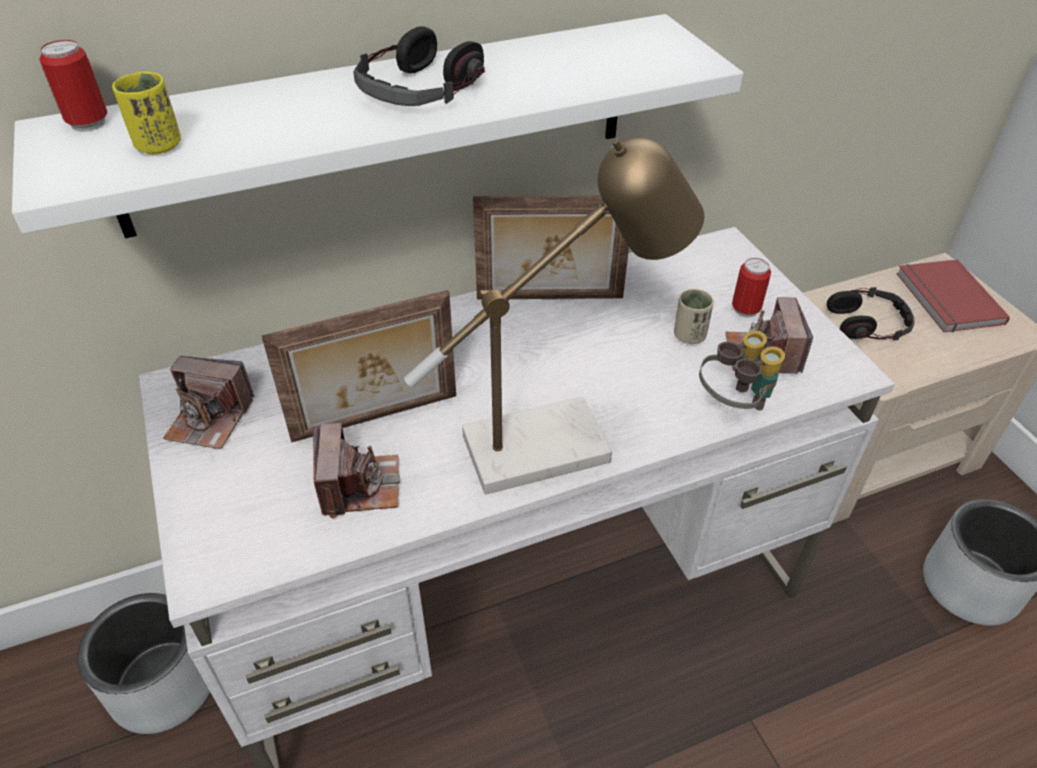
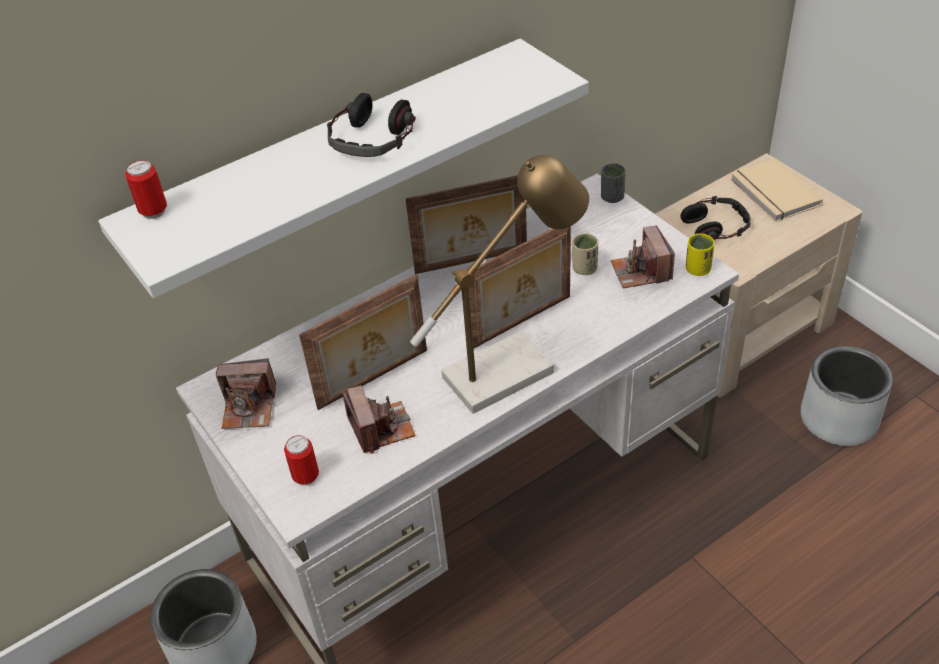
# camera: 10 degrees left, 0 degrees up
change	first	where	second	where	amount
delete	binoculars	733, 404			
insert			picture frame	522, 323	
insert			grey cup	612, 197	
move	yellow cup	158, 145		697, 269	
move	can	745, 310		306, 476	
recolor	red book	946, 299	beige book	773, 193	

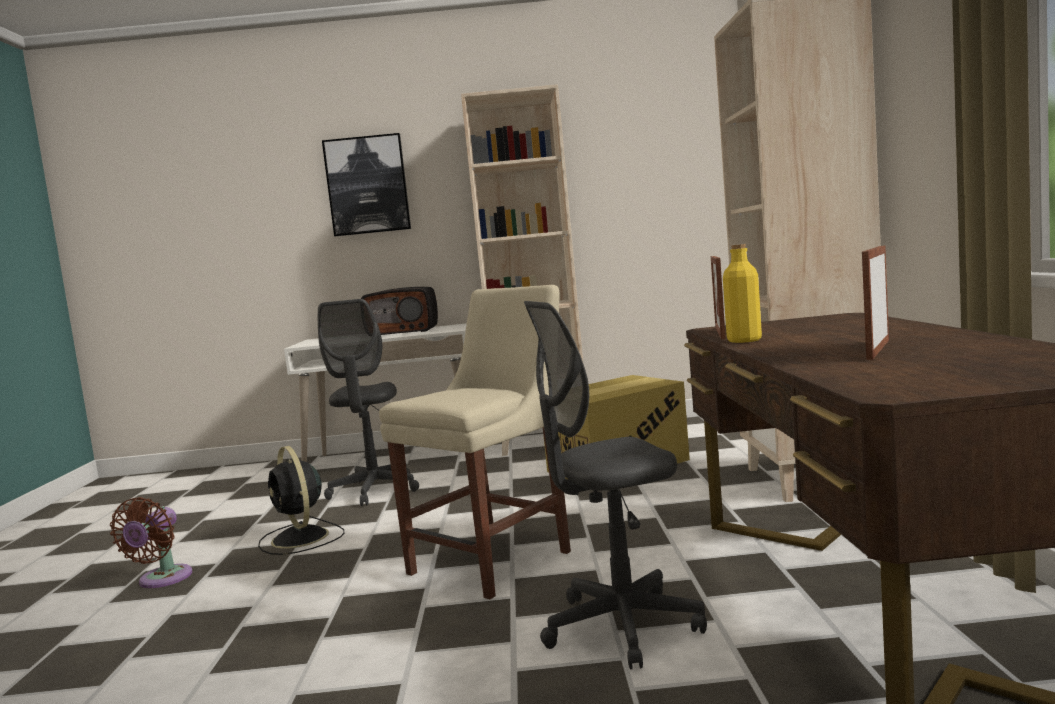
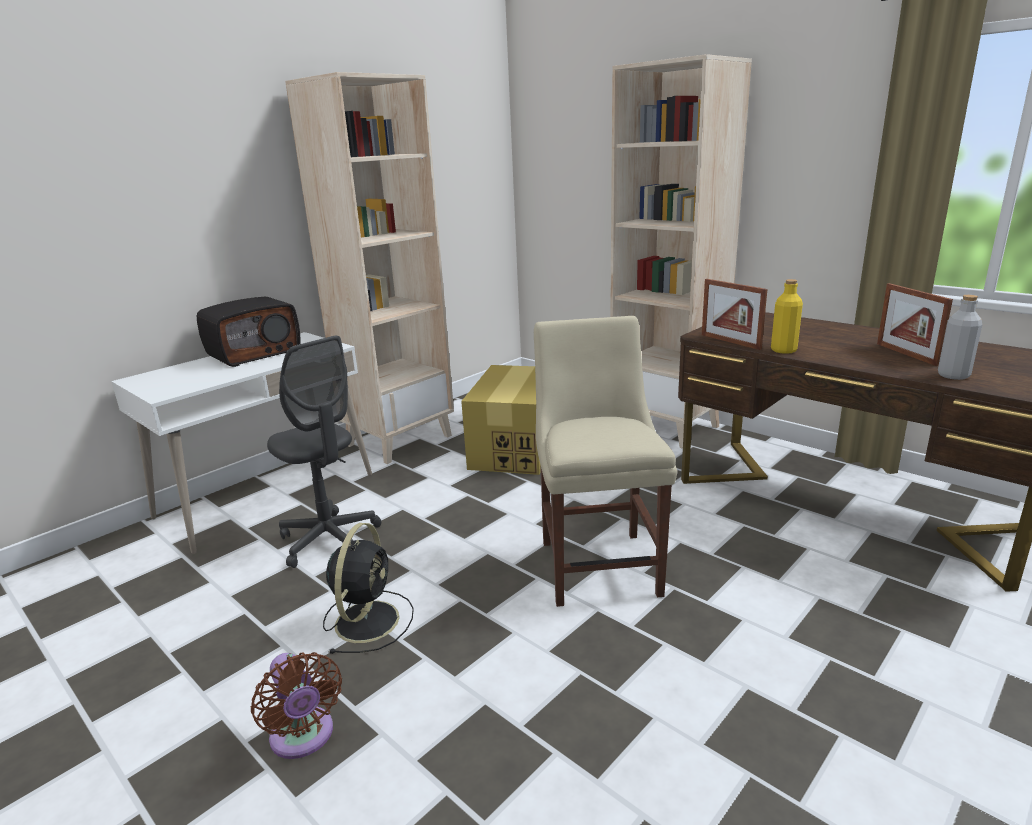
# camera: 45 degrees left, 15 degrees up
change	first	where	second	where	amount
delete	picture	367, 185			
delete	grey office chair	621, 627			
insert			grey bottle	953, 375	
rotate	black fan	301, 538		368, 619	90 degrees counterclockwise

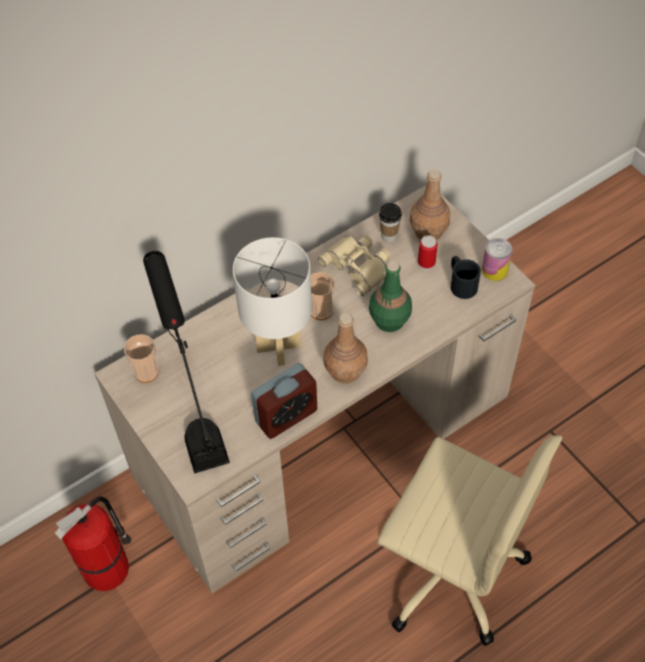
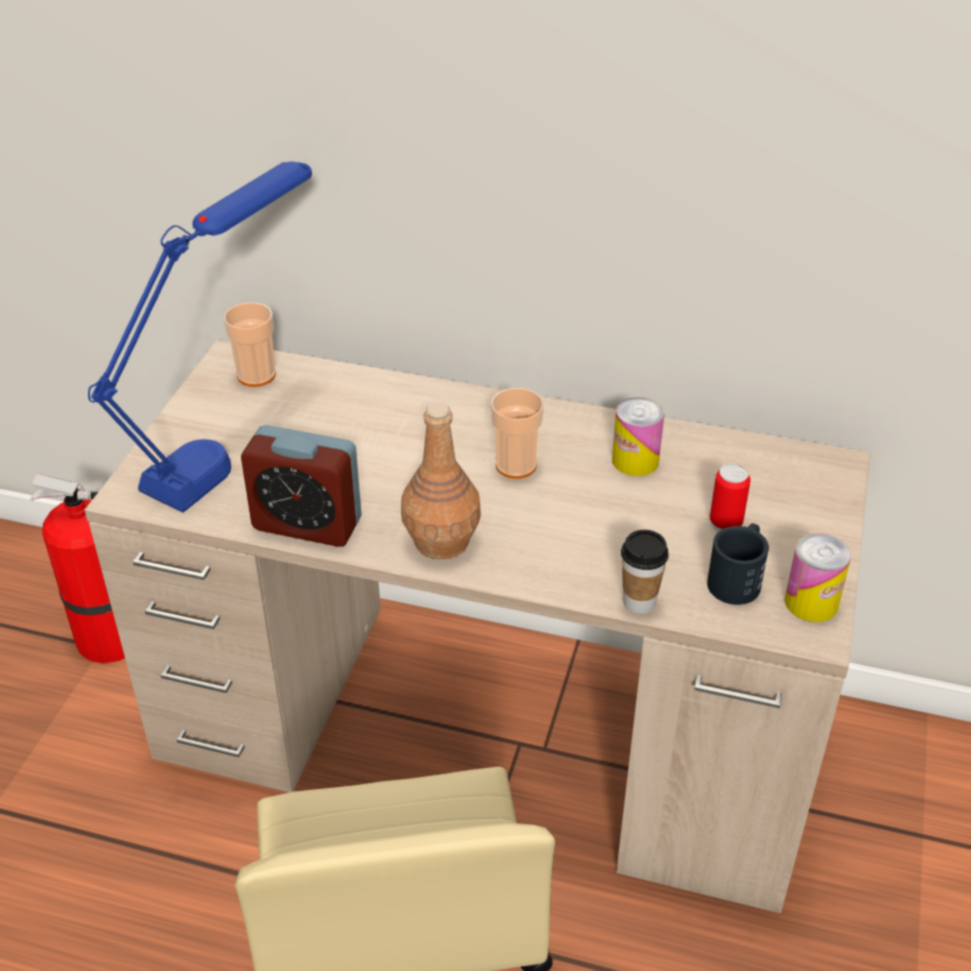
# camera: 50 degrees right, 15 degrees down
change	first	where	second	where	amount
delete	white table lamp	278, 347			
delete	green bottle	389, 320			
delete	brown bottle	428, 231			
move	cup	389, 236		639, 602	
replace	beige binoculars	359, 265	can	635, 461	
recolor	black table lamp	195, 415	blue table lamp	231, 446	

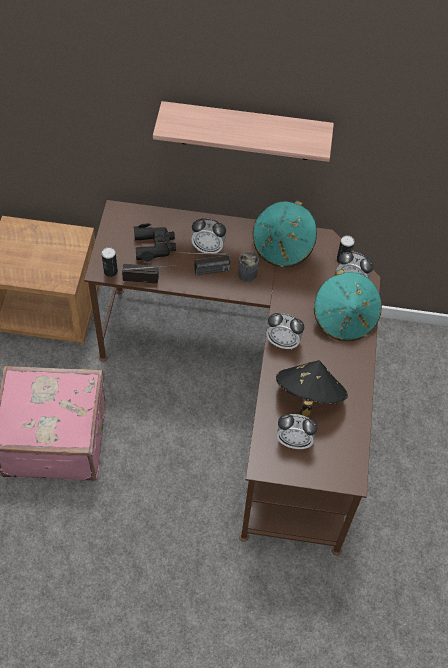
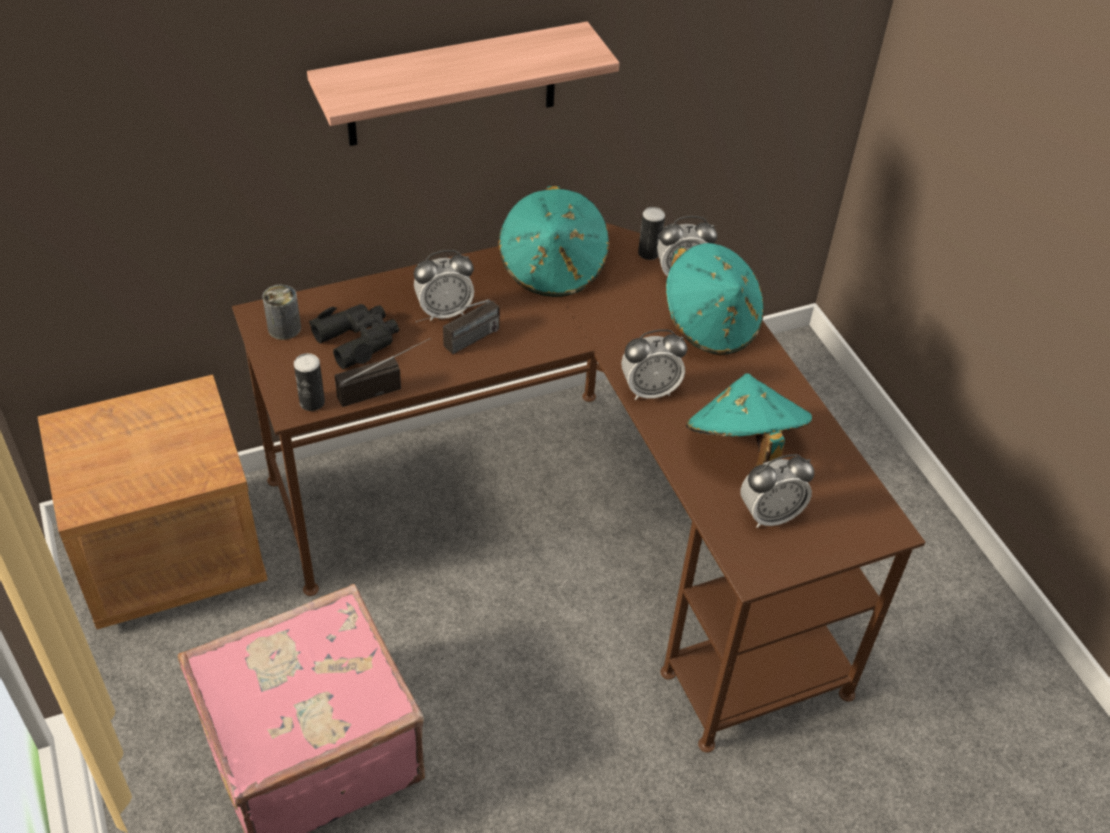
# camera: 30 degrees left, 10 degrees down
change	first	where	second	where	amount
move	can	247, 274		284, 328	
recolor	black hat	308, 397	turquoise hat	742, 448	

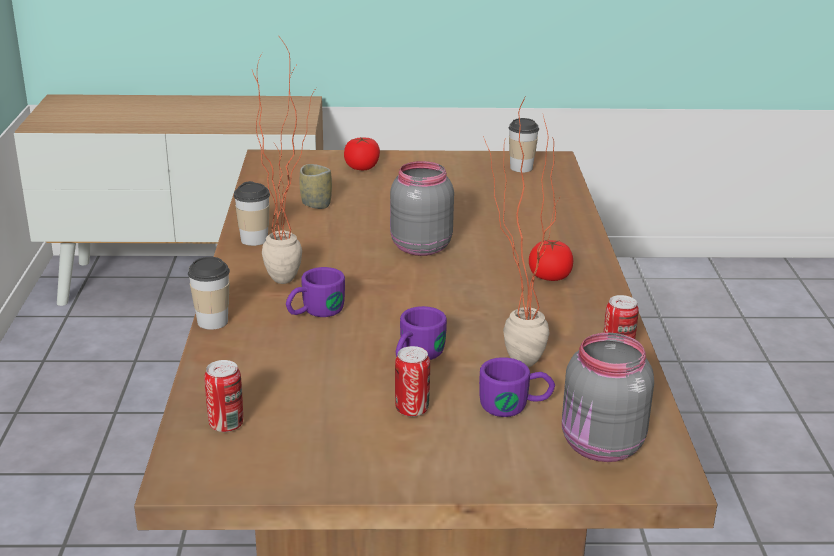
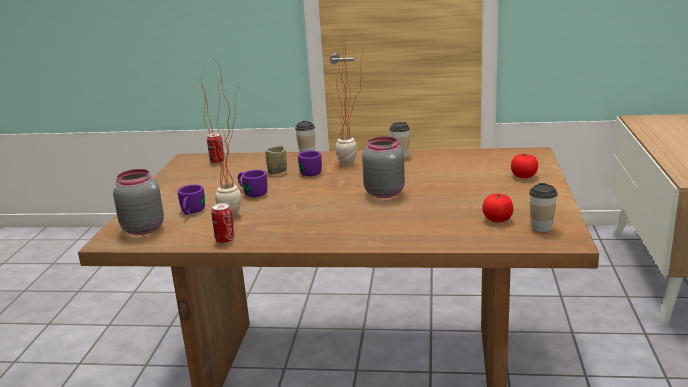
# camera: 100 degrees right, 5 degrees down
change	first	where	second	where	amount
delete	can	412, 409			
move	cup	316, 204		277, 172	
move	tomato	549, 277		497, 219	

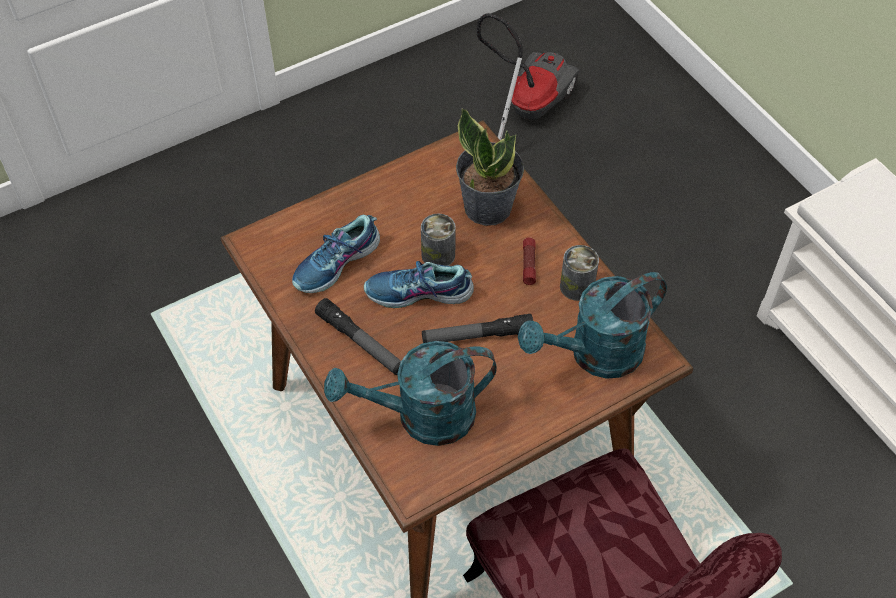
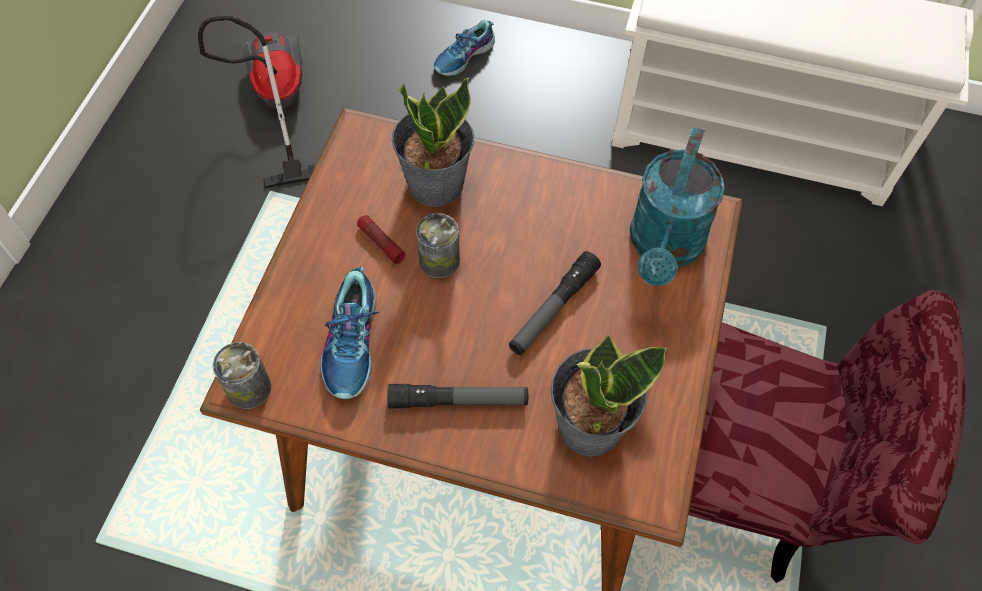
# camera: 45 degrees left, 5 degrees up
change	first	where	second	where	amount
move	shoe	419, 293		464, 57	
move	flashlight	528, 264		381, 243	
move	can	577, 286		249, 388	
replace	turquoise watering can	422, 417	potted plant	588, 424	

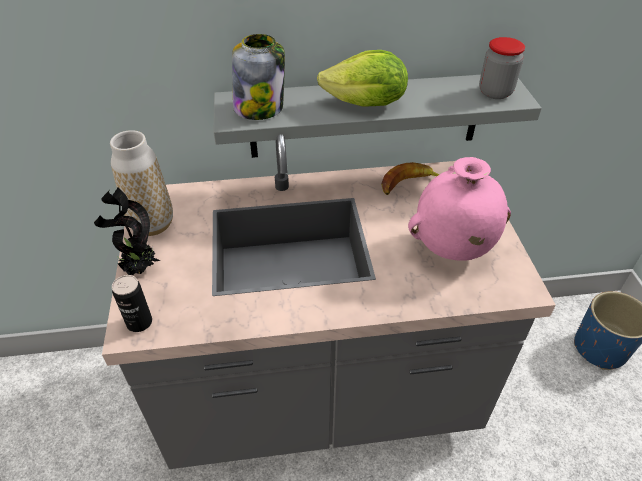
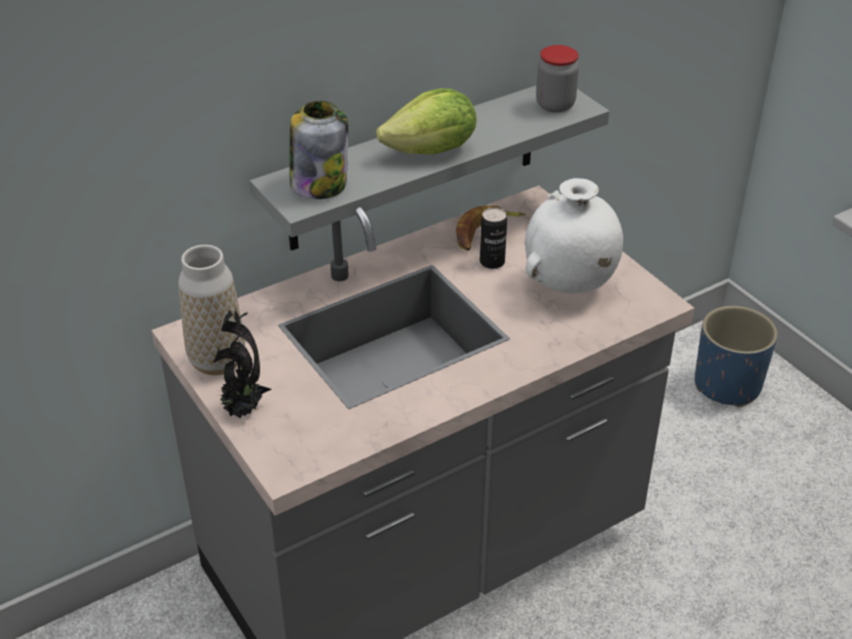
# camera: 25 degrees left, 5 degrees down
change	first	where	second	where	amount
move	can	139, 322		492, 262	
recolor	pink vase	451, 249	white vase	569, 286	

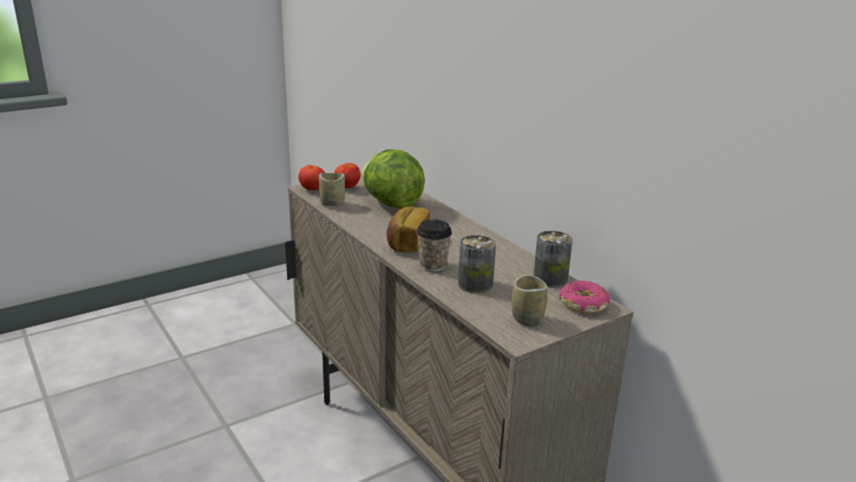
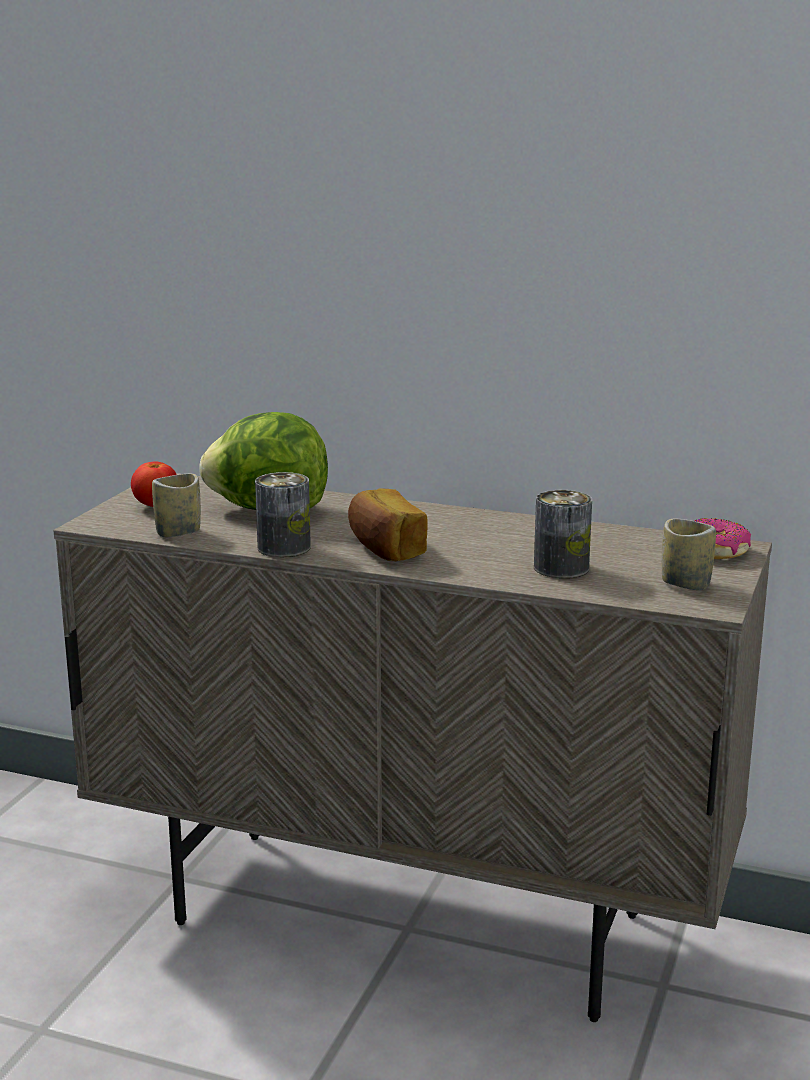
# camera: 35 degrees left, 5 degrees down
change	first	where	second	where	amount
delete	tomato	312, 189			
delete	cup	433, 265			
move	can	550, 279		284, 547	

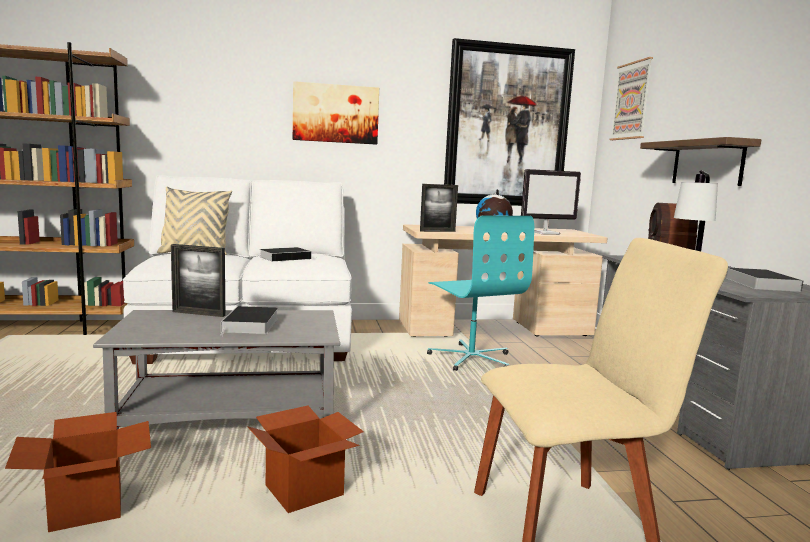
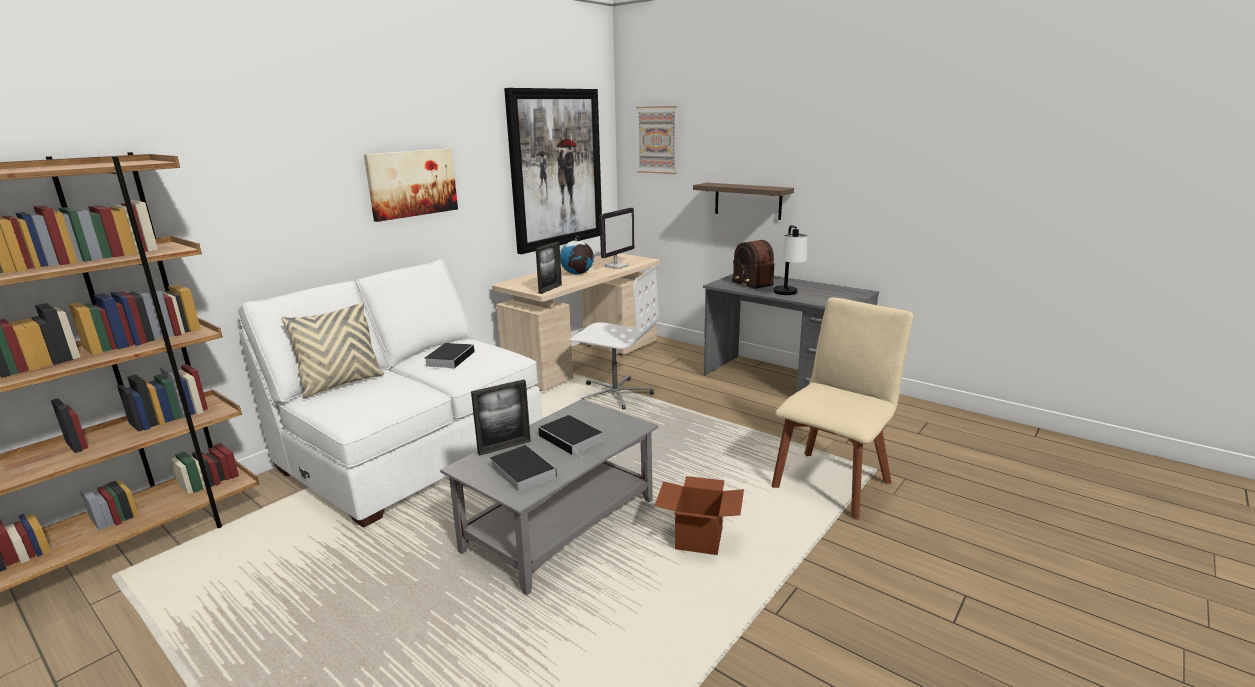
# camera: 40 degrees left, 10 degrees up
change	first	where	second	where	amount
delete	cardboard box	86, 508			
move	book	759, 284		521, 471	
recolor	turquoise office chair	471, 358	white office chair	615, 393	

